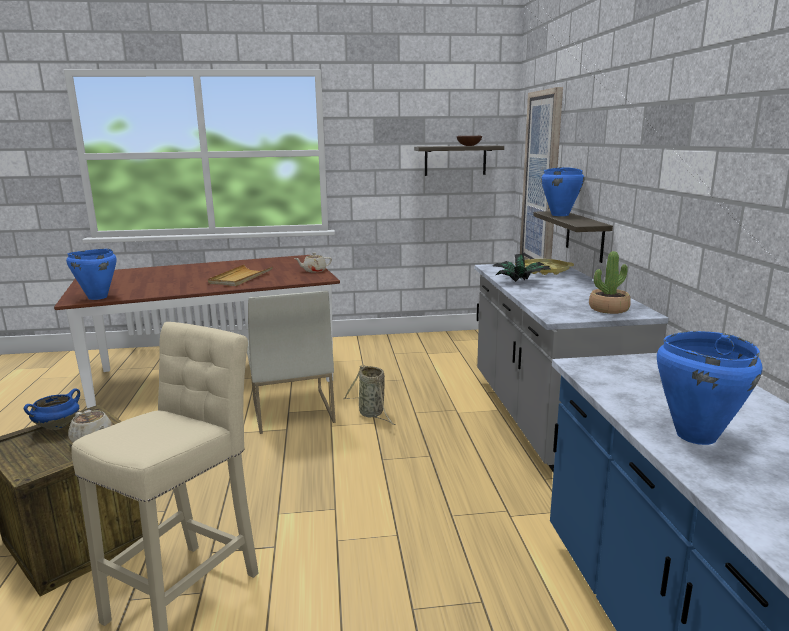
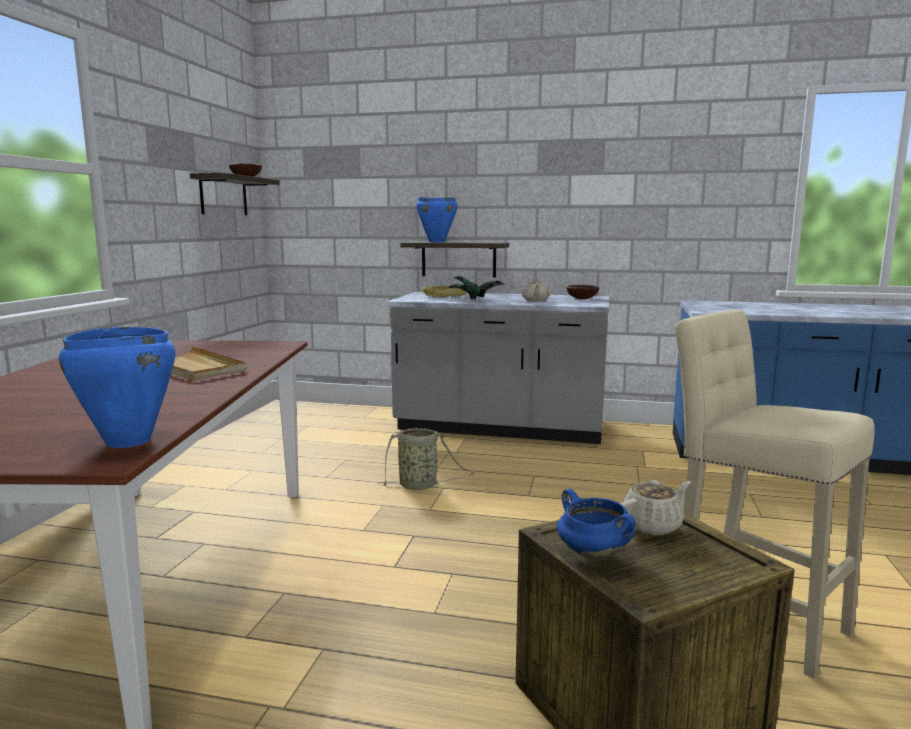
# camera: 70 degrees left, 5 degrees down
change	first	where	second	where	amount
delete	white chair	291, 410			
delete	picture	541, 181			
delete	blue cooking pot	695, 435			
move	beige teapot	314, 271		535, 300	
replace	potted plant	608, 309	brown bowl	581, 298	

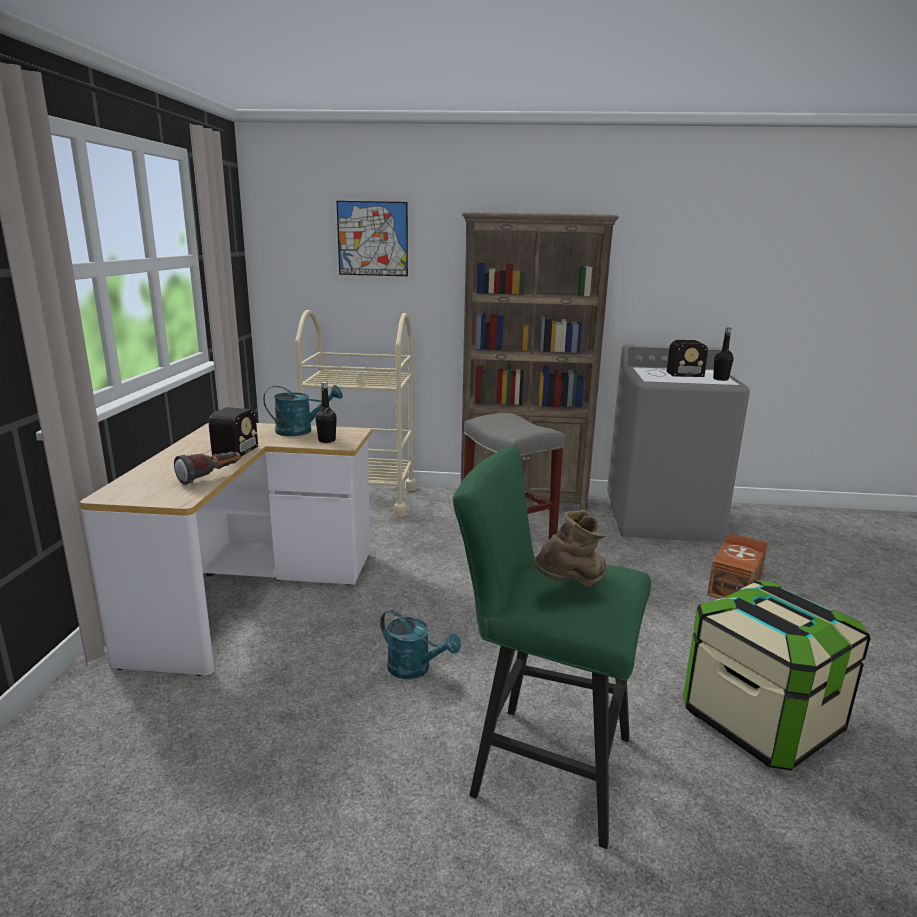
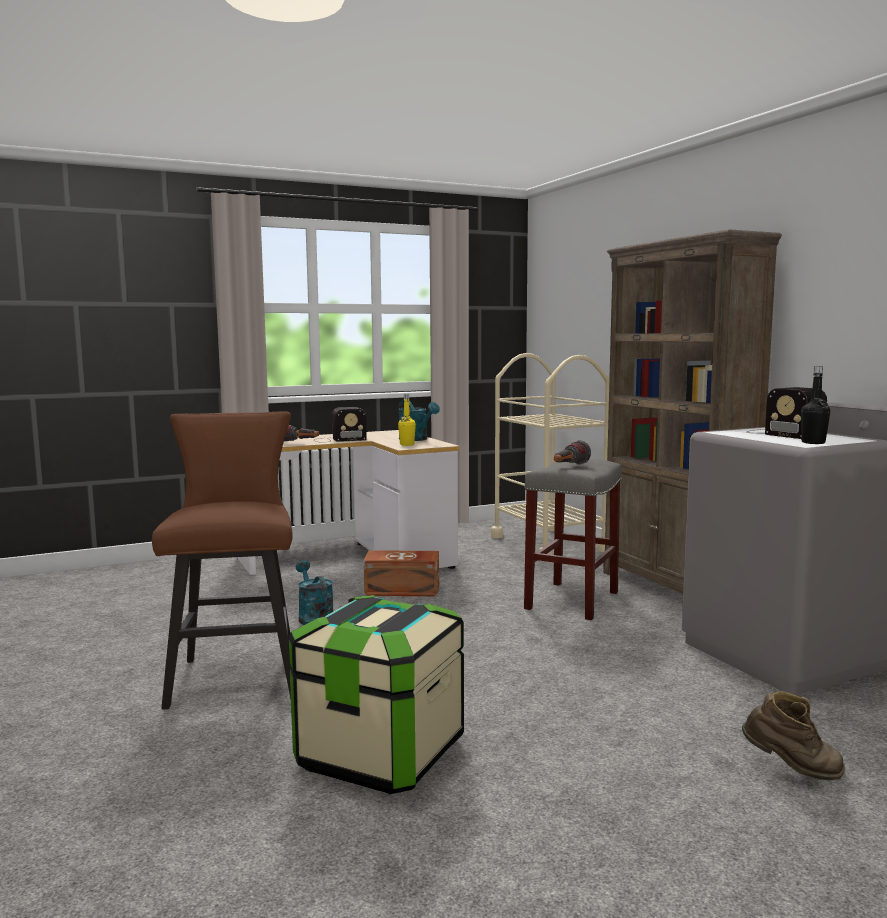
# camera: 60 degrees right, 10 degrees down
change	first	where	second	where	amount
delete	picture	372, 239			
insert			flashlight	569, 467	
move	brown boot	572, 587		792, 769	
move	brown storage box	736, 584		403, 590	
recolor	black bottle	327, 440	yellow bottle	407, 444	
recolor	green stool	540, 764	brown stool	237, 674	
rotate	turquoise watering can	415, 669		314, 617	150 degrees clockwise

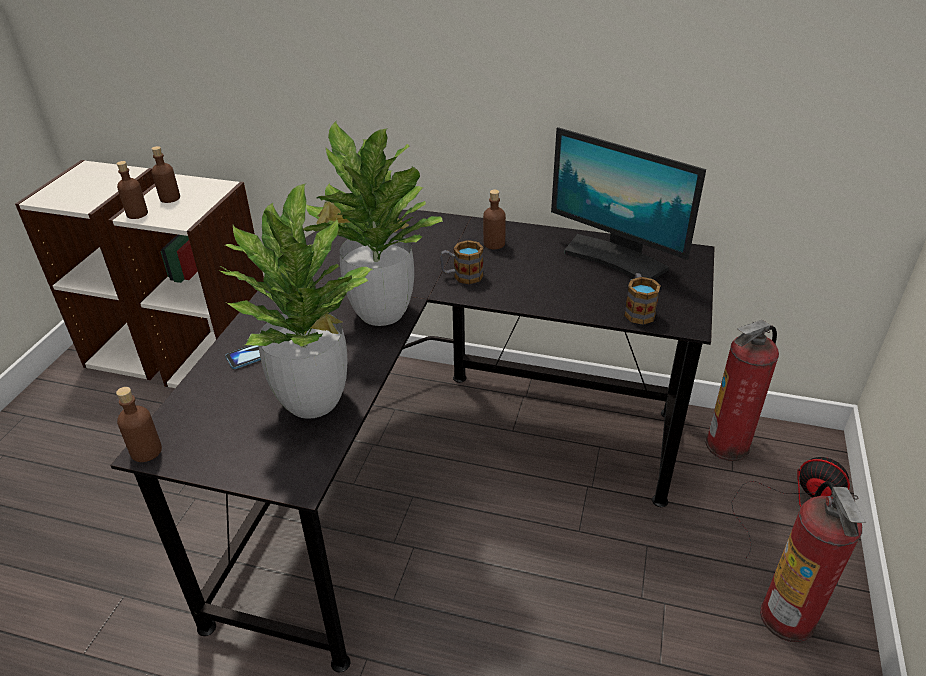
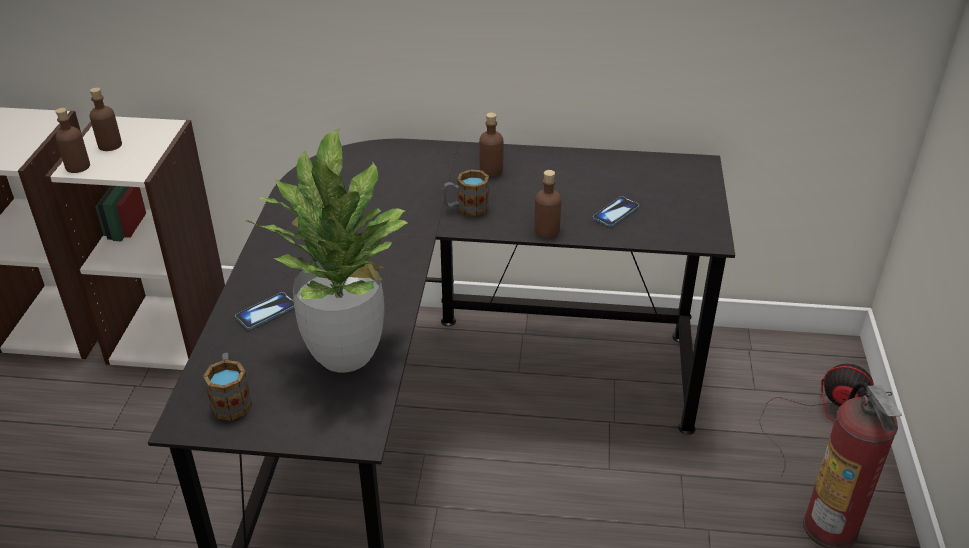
# camera: 10 degrees left, 0 degrees up
change	first	where	second	where	amount
delete	potted plant	381, 312			
delete	monitor	615, 258			
delete	fire extinguisher	727, 446			
insert			phone	616, 213	
move	brown bottle	146, 451		546, 230	
move	mug	638, 310		231, 400	

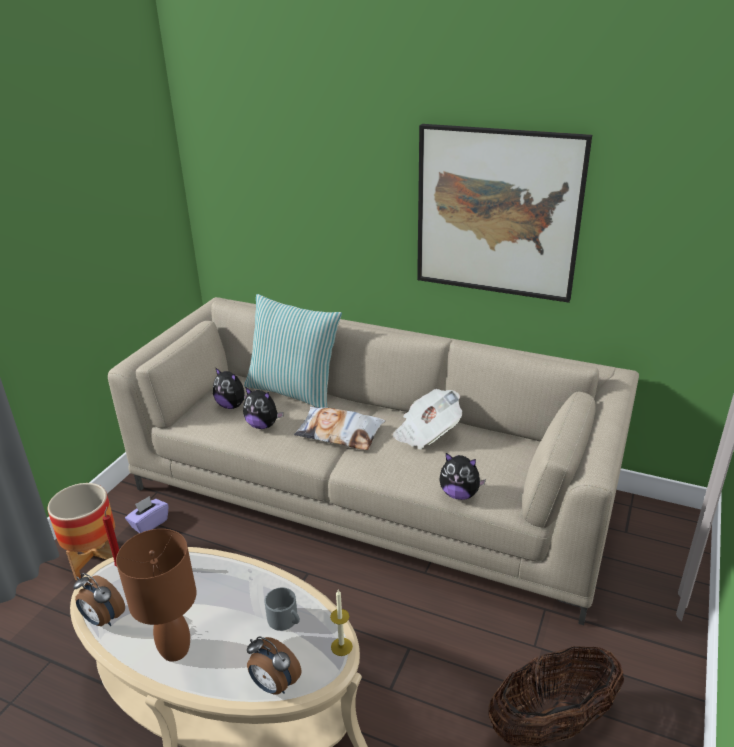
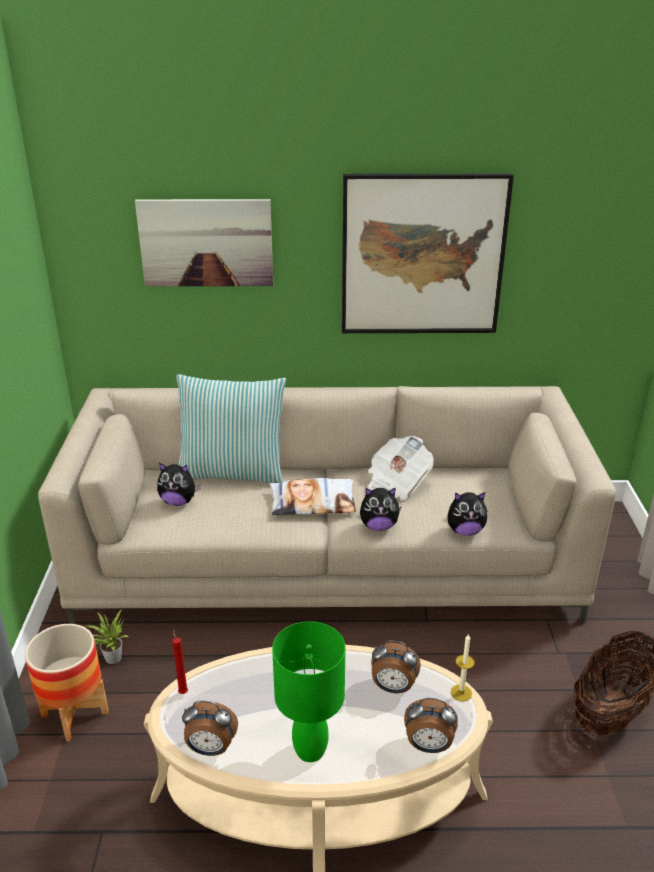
# camera: 25 degrees left, 0 degrees up
change	first	where	second	where	amount
insert			picture	206, 243	
move	plush toy	263, 425		378, 526	
replace	purple tissue box	149, 523	potted plant	111, 657	
replace	grey mug	285, 620	alarm clock	393, 688	
recolor	brown table lamp	174, 650	green table lamp	309, 750	

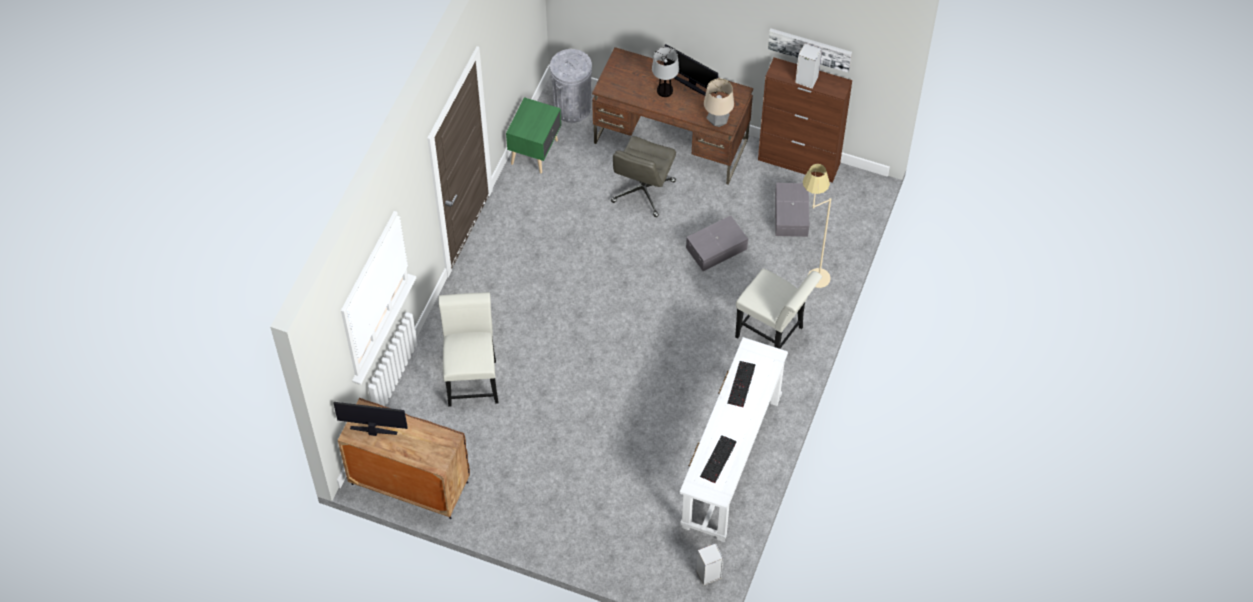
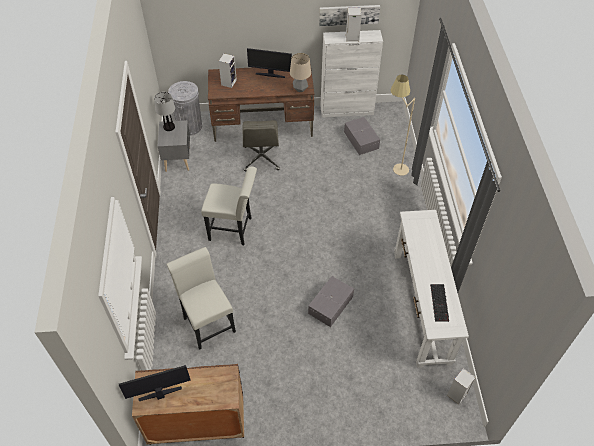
# camera: 25 degrees left, 5 degrees down
change	first	where	second	where	amount
delete	keyboard	742, 384			
insert			speaker	228, 82	
move	table lamp	665, 90		169, 127	
move	grey storage box	717, 249		331, 305	
move	white chair	773, 334		234, 229	
recolor	green nightstand	536, 152	grey nightstand	178, 159	
recolor	brown cabinet	799, 162	white cabinet	347, 110	

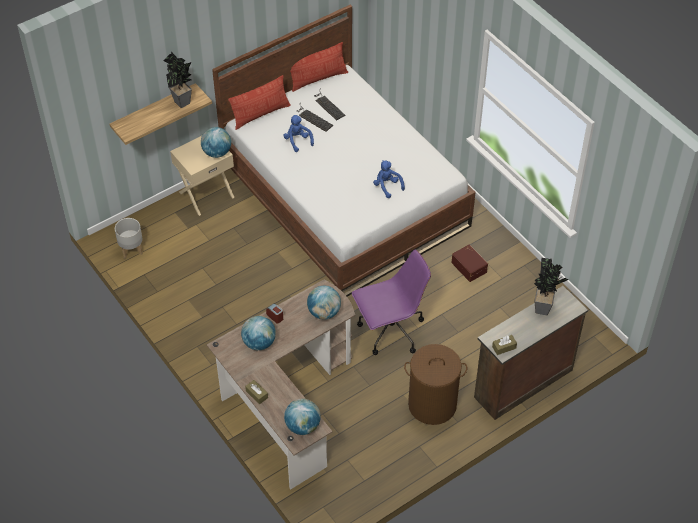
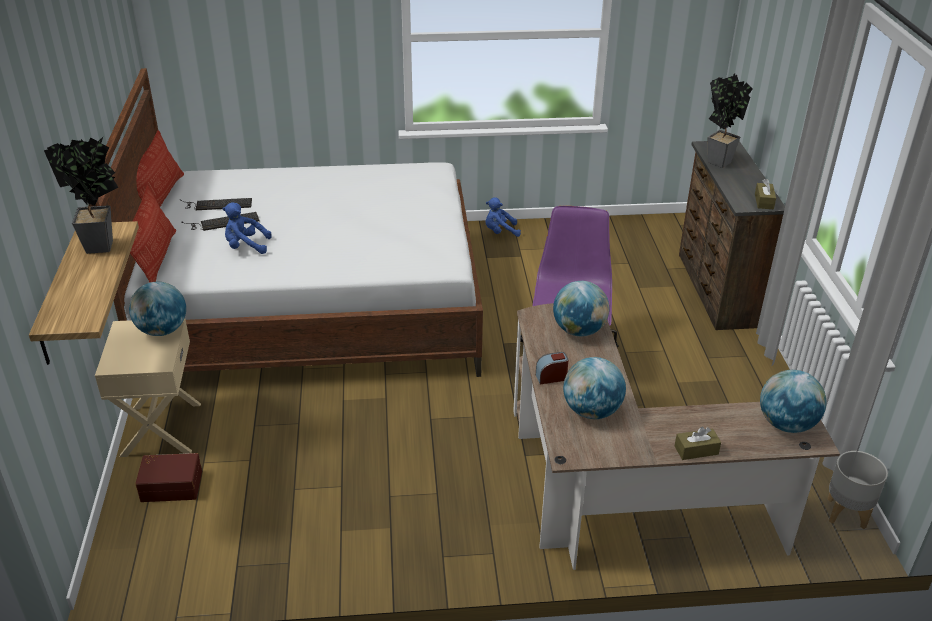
# camera: 60 degrees left, 15 degrees down
change	first	where	second	where	amount
delete	brown laundry basket	432, 405			
move	grey planter	131, 249		846, 513	
move	blue plush toy	387, 186		500, 232	
move	brown storage box	469, 267		171, 485	

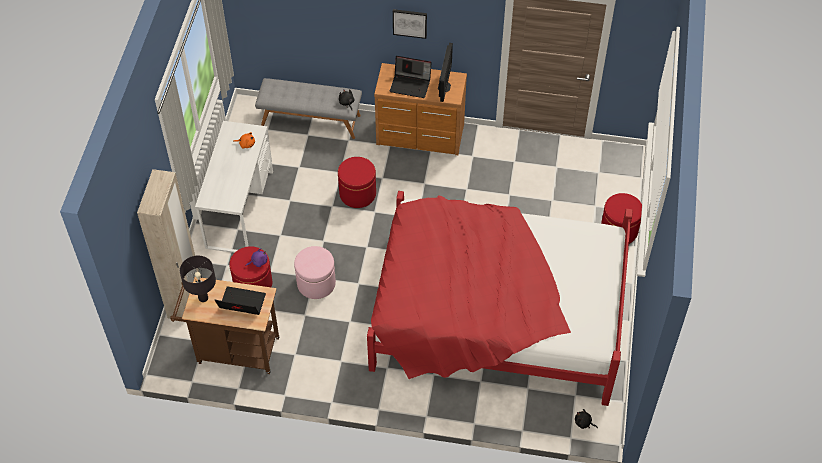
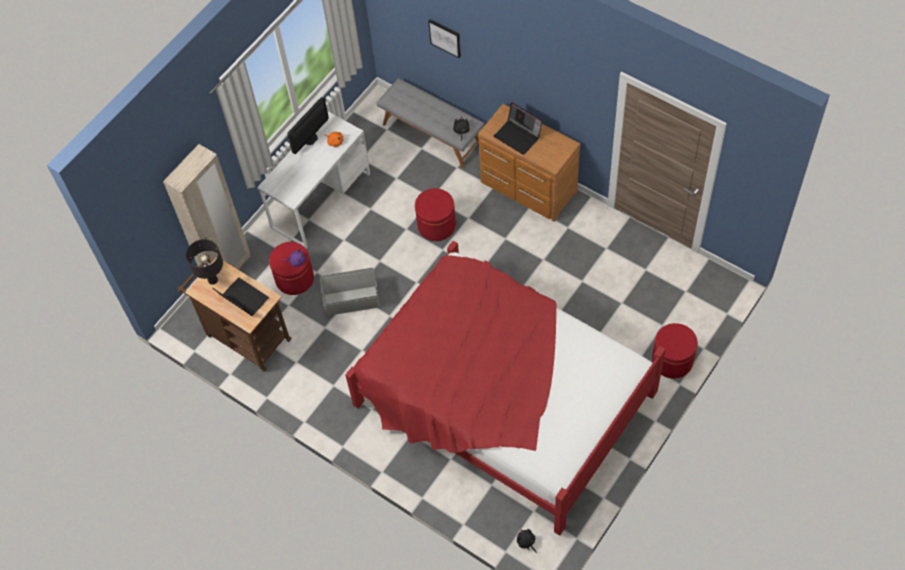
# camera: 30 degrees right, 5 degrees up
change	first	where	second	where	amount
move	picture	410, 23		445, 37	
move	monitor	444, 87		310, 139	
replace	pink ottoman	316, 283	grey storage box	351, 300	

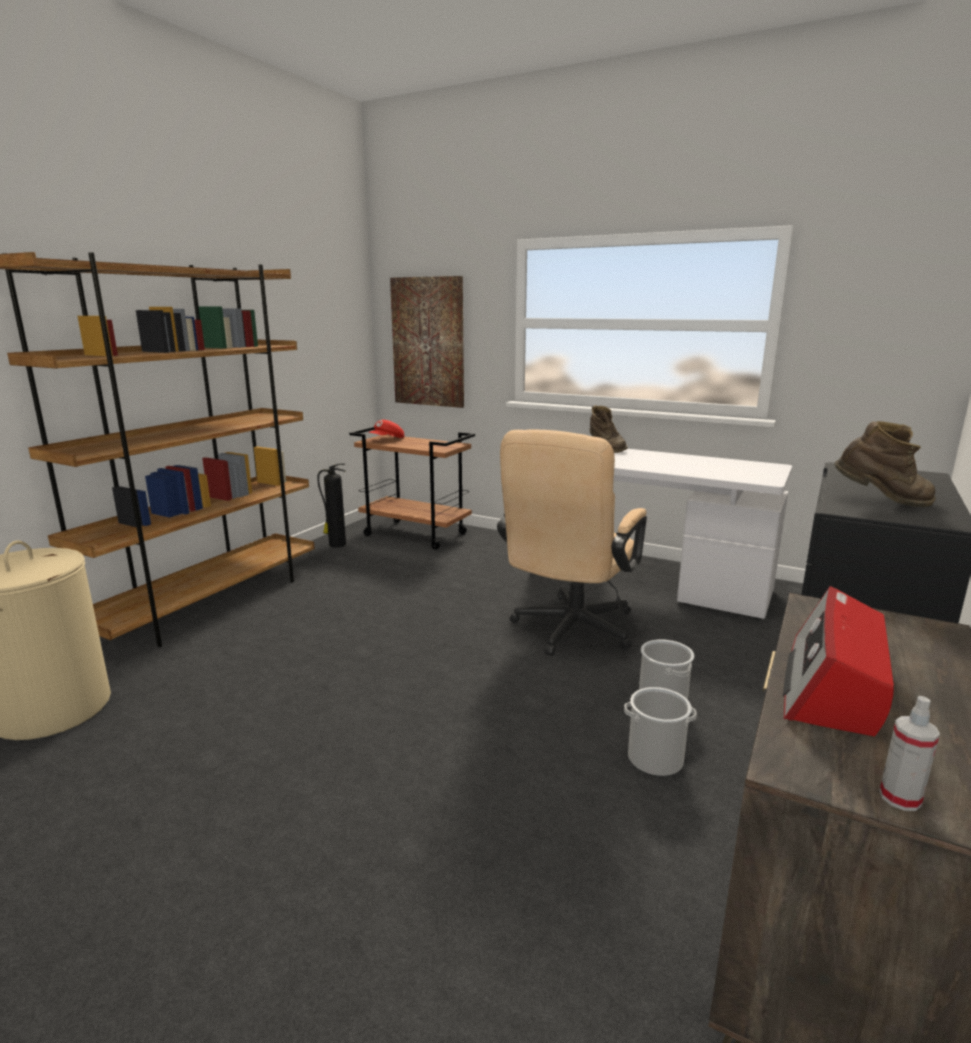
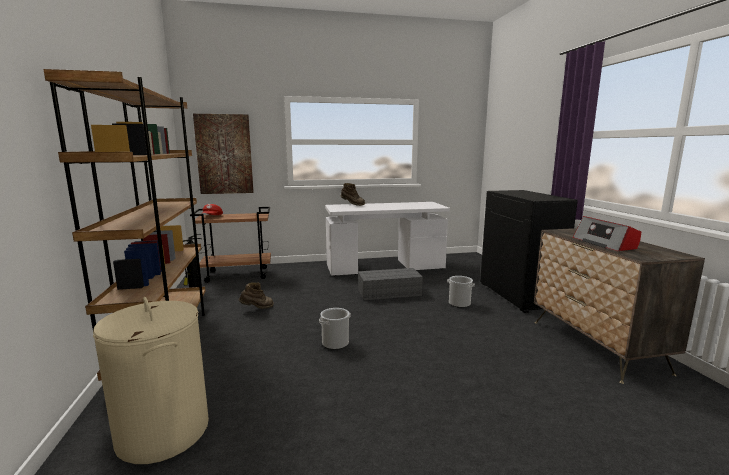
# camera: 40 degrees left, 5 degrees down
change	first	where	second	where	amount
delete	spray bottle	900, 798			
move	bucket	655, 759		335, 343	
move	brown boot	882, 502		257, 308	
replace	beige office chair	569, 632	grey storage box	388, 293	

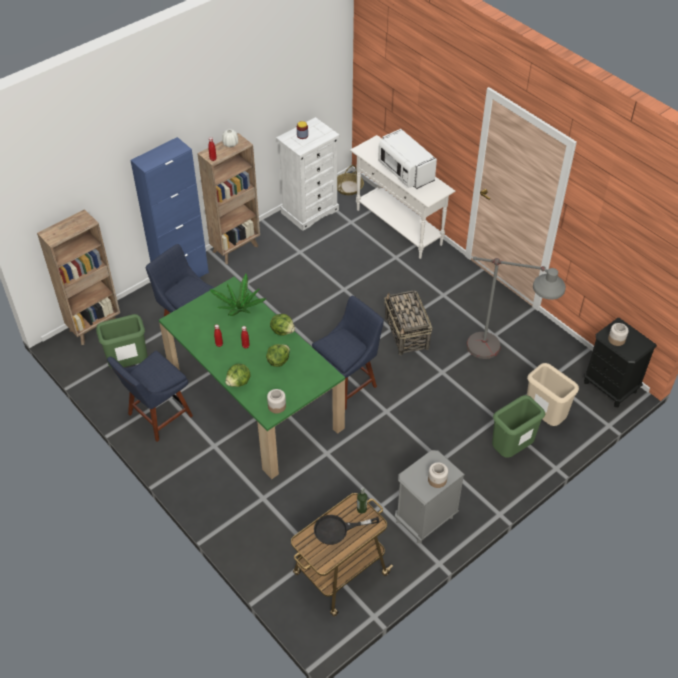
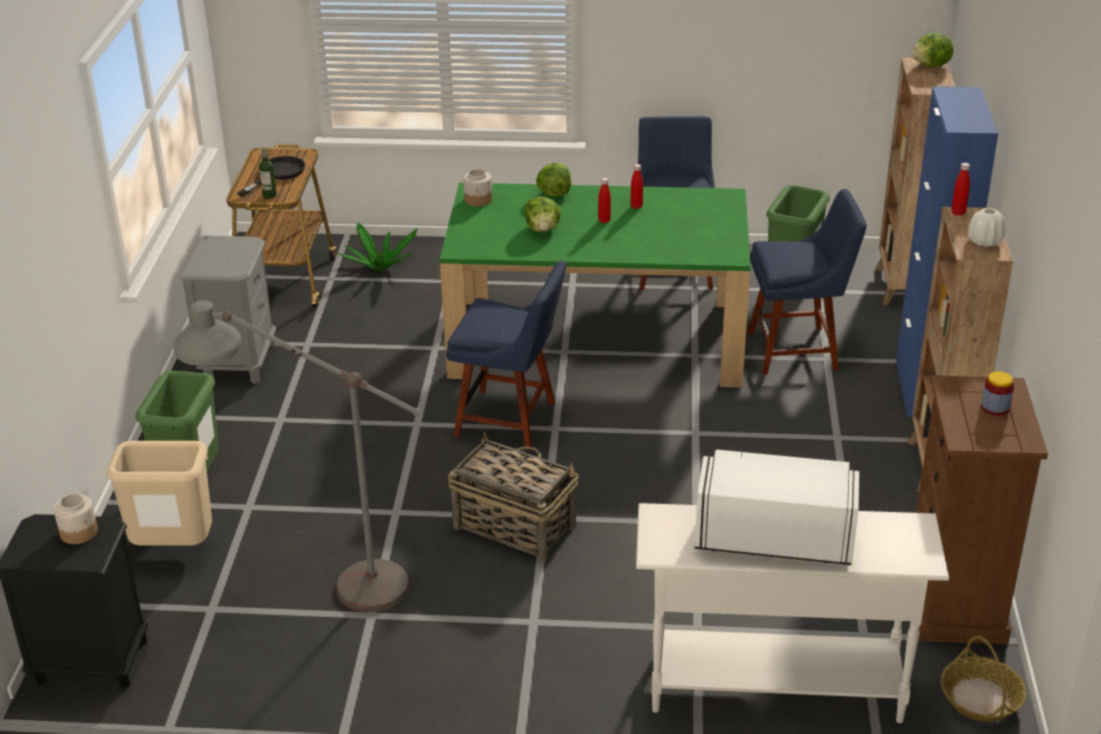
# camera: 135 degrees right, 15 degrees down
change	first	where	second	where	amount
delete	jar	437, 480			
move	potted plant	239, 308		380, 268	
move	lettuce	283, 331		931, 66	
recolor	white dresser	310, 211	brown dresser	955, 602	
rotate	blue chair	347, 383		510, 420	75 degrees counterclockwise

